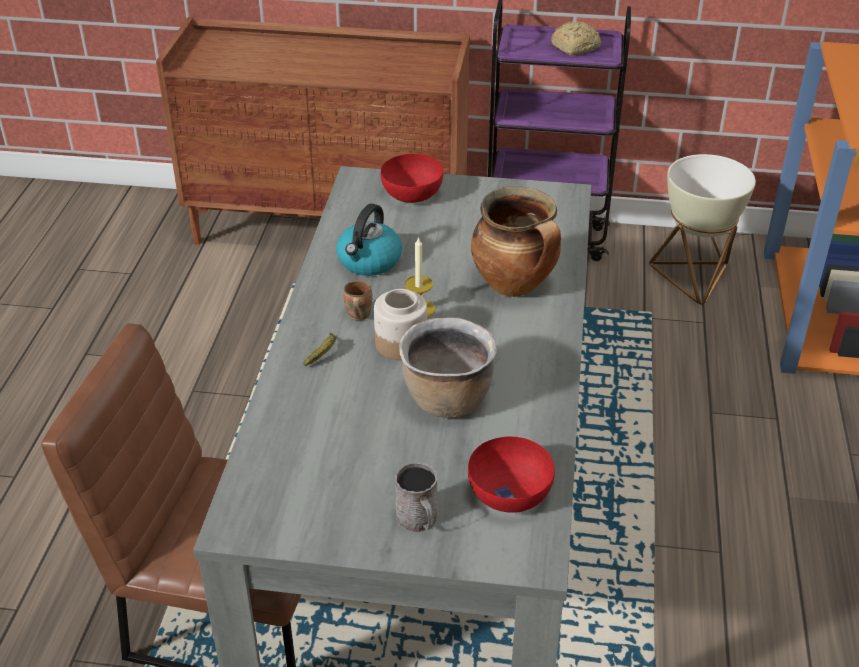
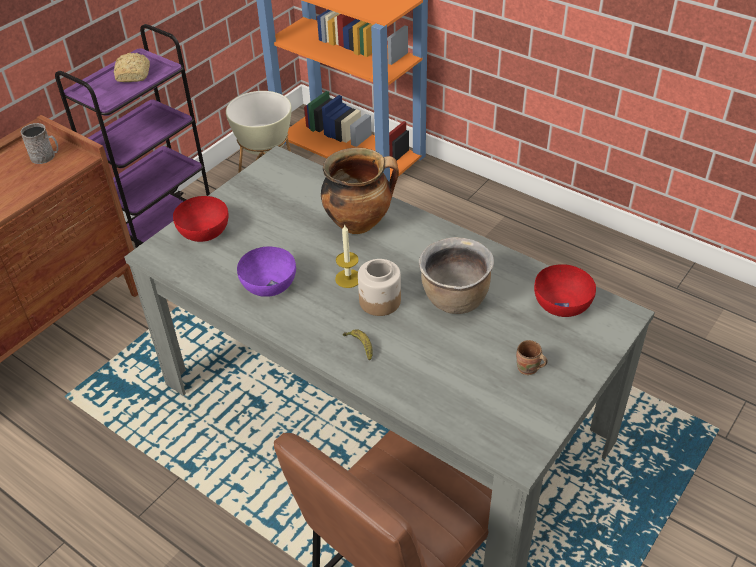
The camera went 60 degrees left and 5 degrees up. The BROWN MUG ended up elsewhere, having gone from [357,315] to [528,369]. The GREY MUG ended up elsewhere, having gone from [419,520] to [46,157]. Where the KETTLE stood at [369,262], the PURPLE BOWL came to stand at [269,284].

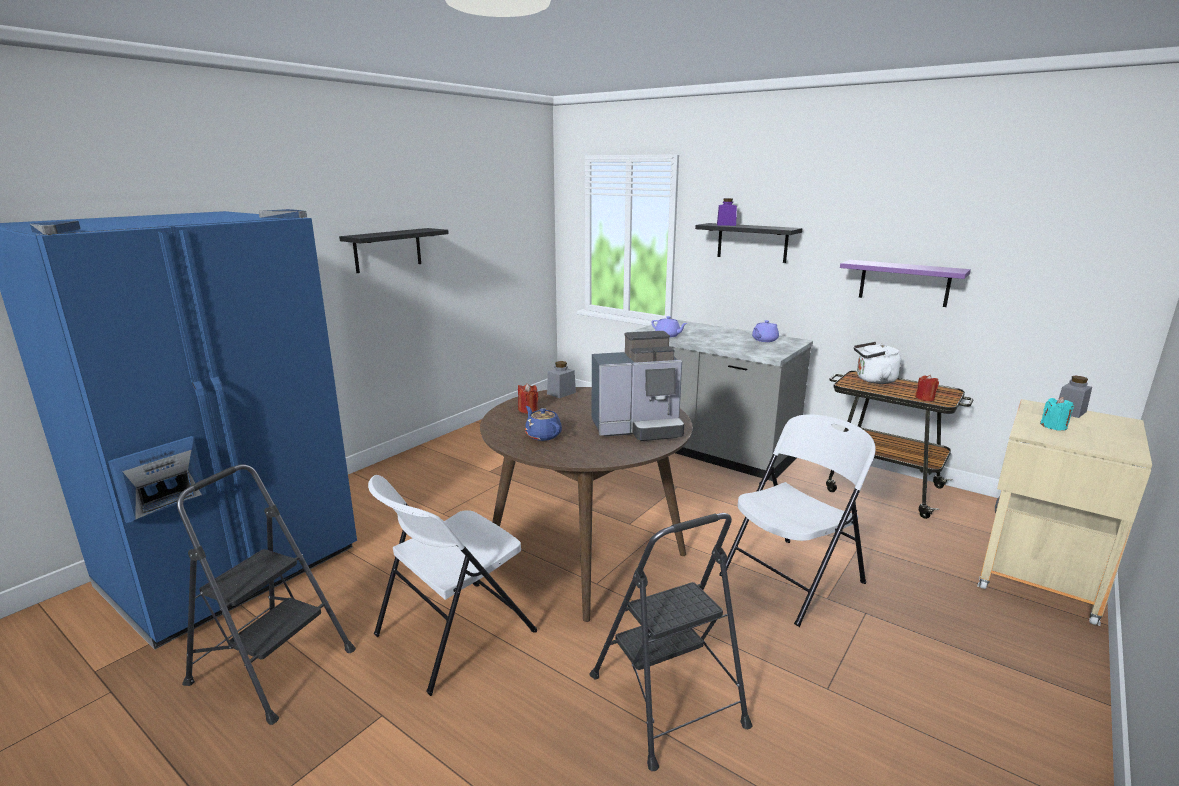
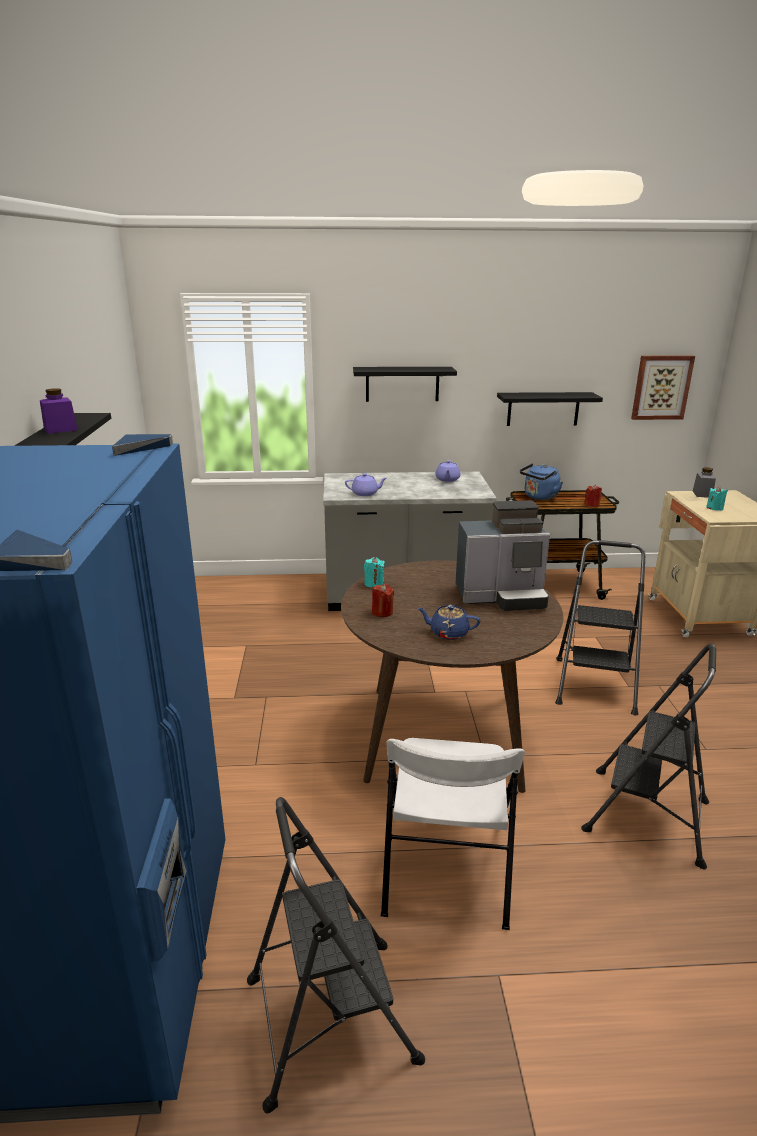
The camera went 40 degrees left and 5 degrees up. The second view gained the PICTURE at [661,387]. The PURPLE JAR ended up elsewhere, having gone from [726,224] to [60,429]. Where the GREY JAR stood at [561,393], the TURQUOISE CANDLE came to stand at [374,583]. Where the WHITE CHAIR stood at [792,579], the BLACK STEP LADDER came to stand at [594,682]. What was the PURPLE SHELF at [904,283] turned into the BLACK SHELF at [543,409]. What was the WHITE KETTLE at [873,380] turned into the BLUE KETTLE at [539,497]. The COFFEE MACHINE at [638,428] ended up facing another way, 45 degrees clockwise from before.

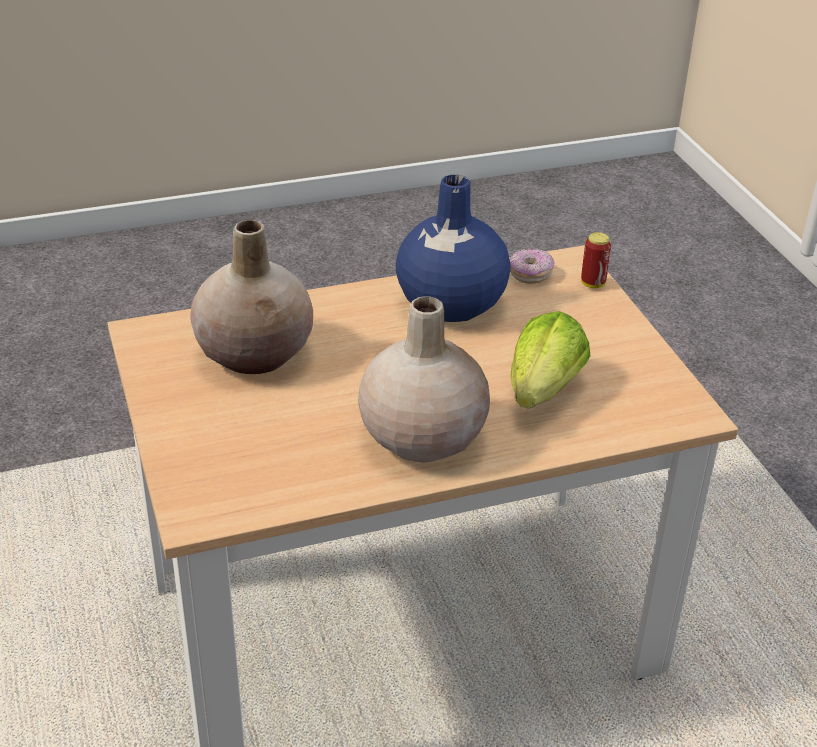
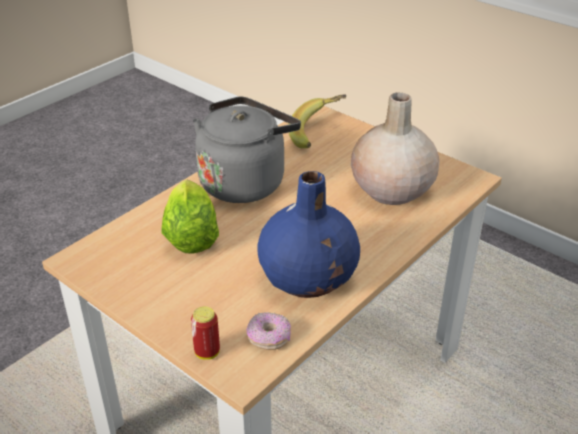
The camera went 150 degrees right and 0 degrees up. The second view gained the BANANA at [318,134]. Where the BEIGE VASE stood at [421,437], the GREY KETTLE came to stand at [245,182].

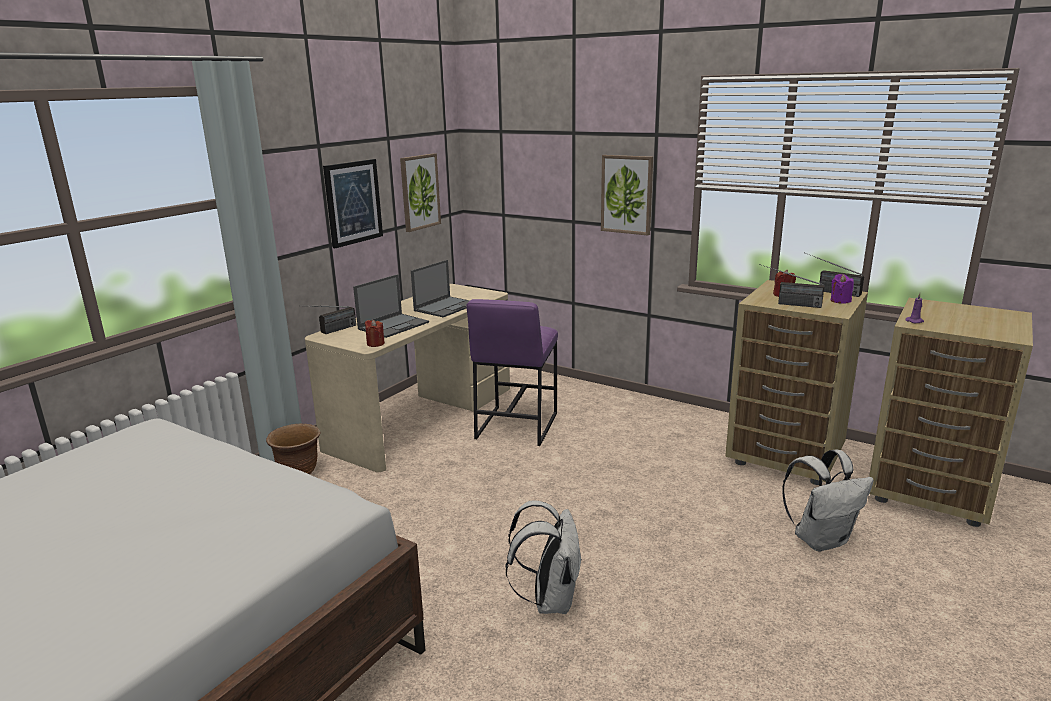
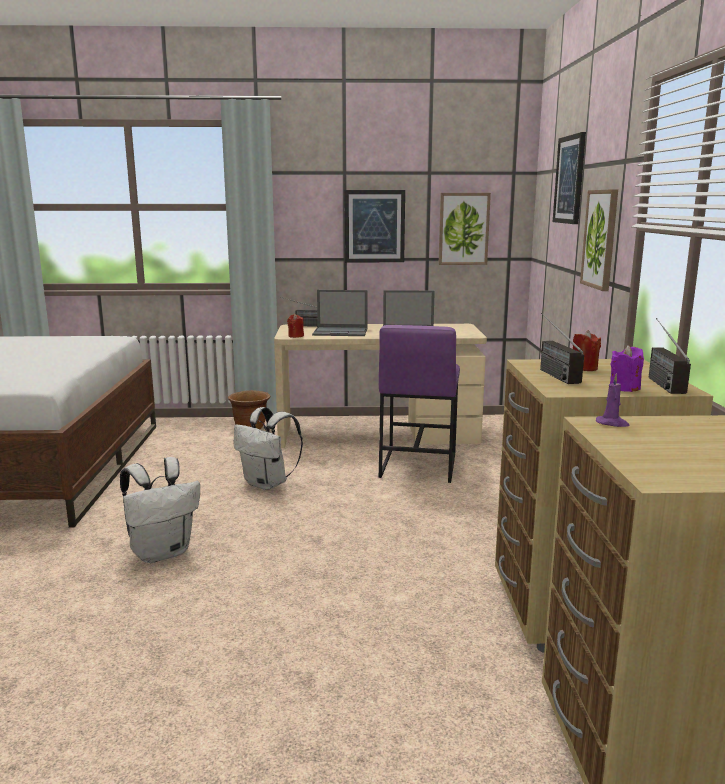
The camera went 55 degrees right and 5 degrees down. The second view gained the PICTURE at [570,179]. The WHITE BACKPACK ended up elsewhere, having gone from [821,539] to [268,484]. The PURPLE CHAIR at [516,426] ended up facing another way, 60 degrees counterclockwise from before.

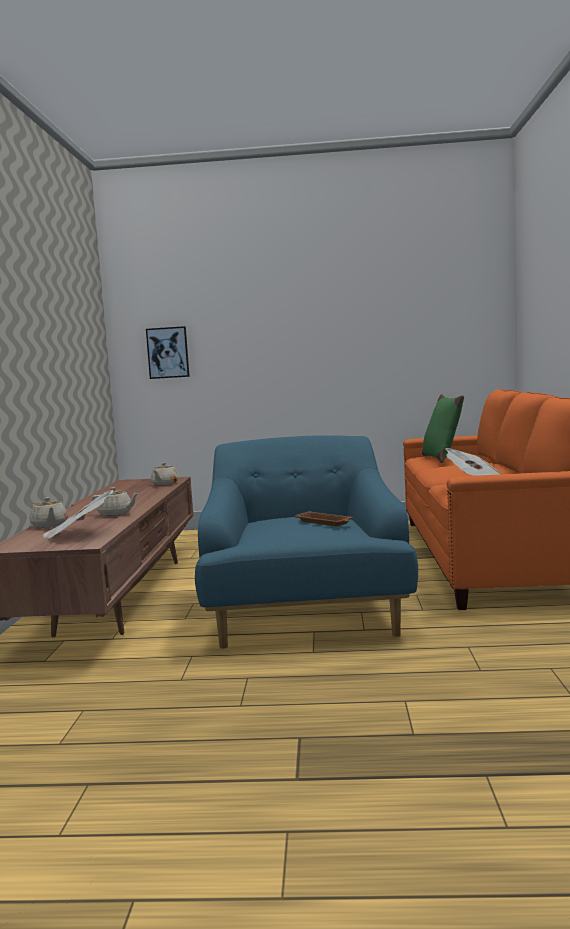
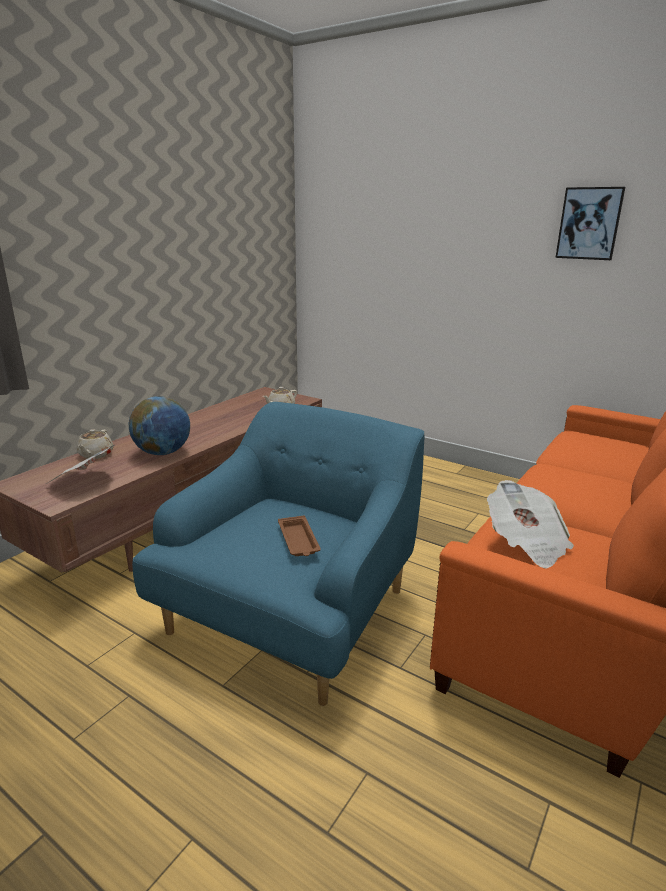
The camera went 30 degrees right and 15 degrees up. The second view lost the GREEN PILLOW at [441,458]. The PICTURE ended up elsewhere, having gone from [168,352] to [589,223]. Where the BEIGE TEAPOT stood at [116,514], the GLOBE came to stand at [163,452].

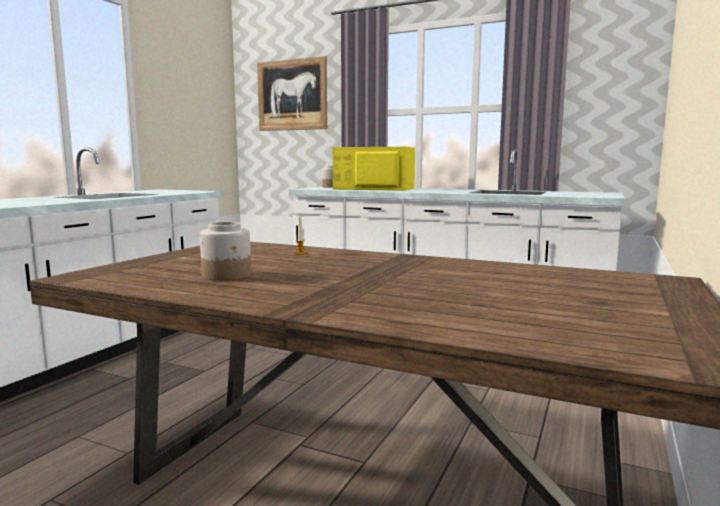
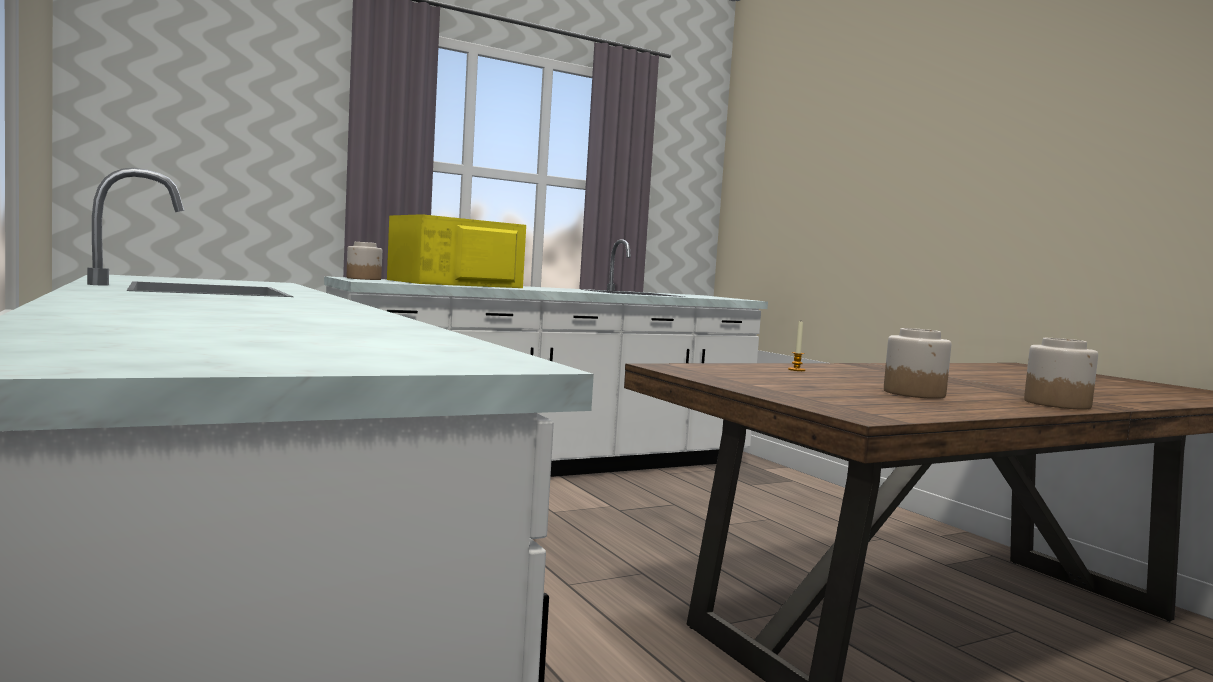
The camera went 55 degrees left and 5 degrees down. The second view lost the PICTURE at [292,95]. The second view gained the JAR at [1057,404].

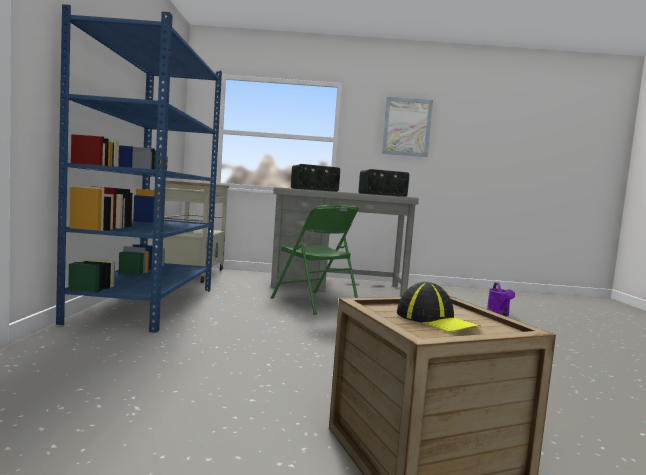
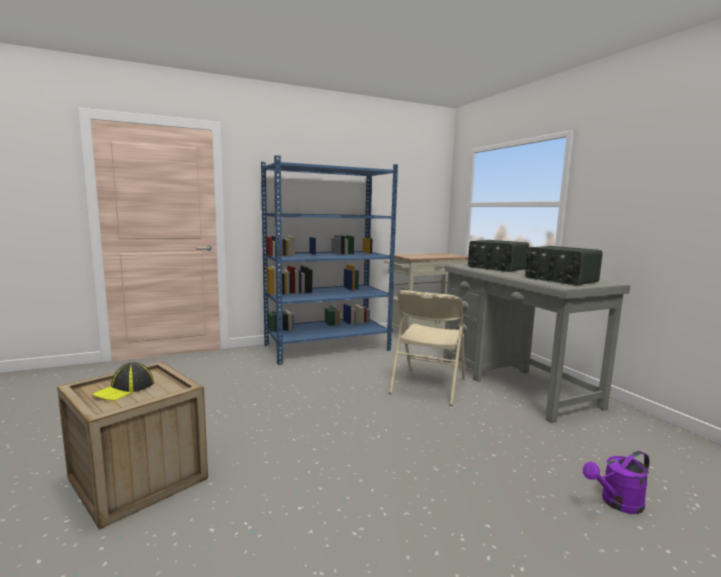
The camera went 65 degrees right and 5 degrees up. The second view lost the PICTURE at [406,127]. What was the GREEN CHAIR at [314,302] turned into the BEIGE CHAIR at [428,386].

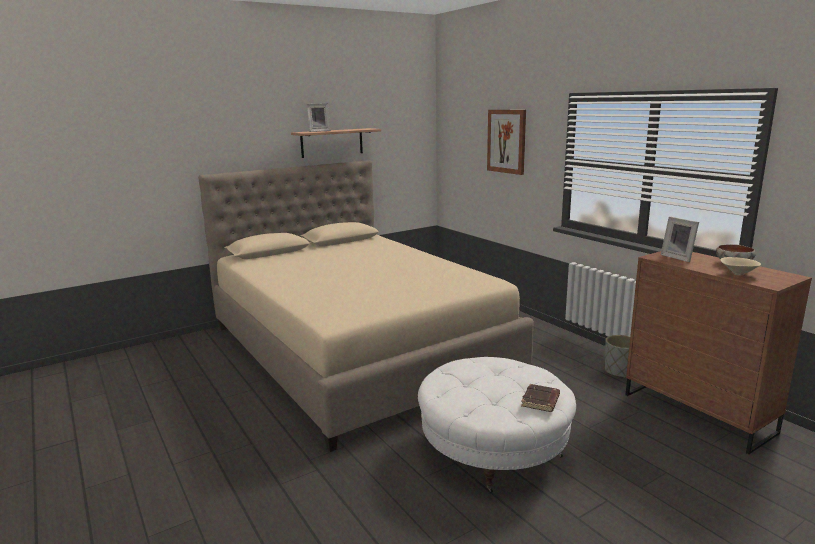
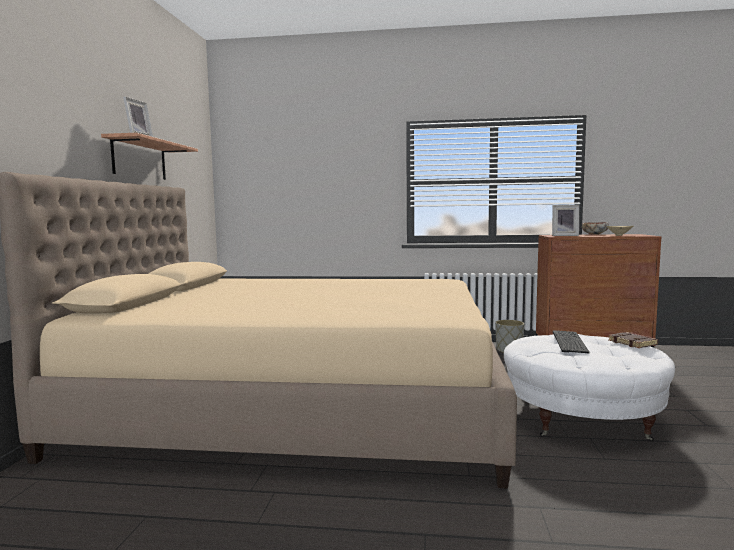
The camera went 50 degrees left and 10 degrees down. The second view lost the PICTURE at [506,141]. The second view gained the KEYBOARD at [567,341].

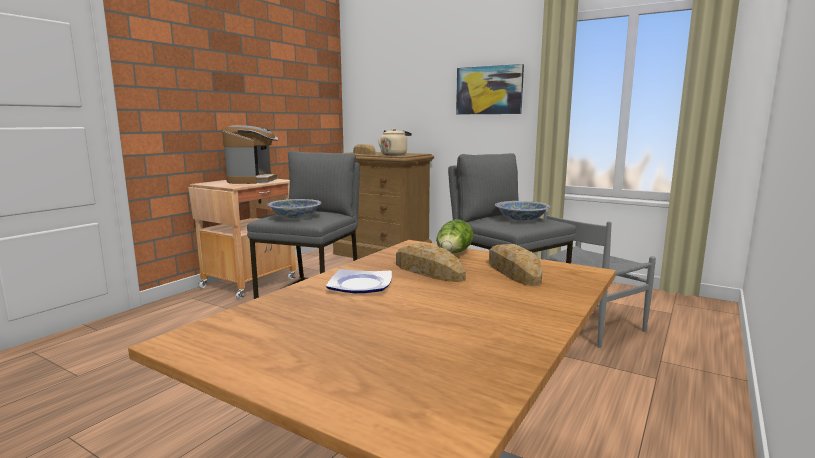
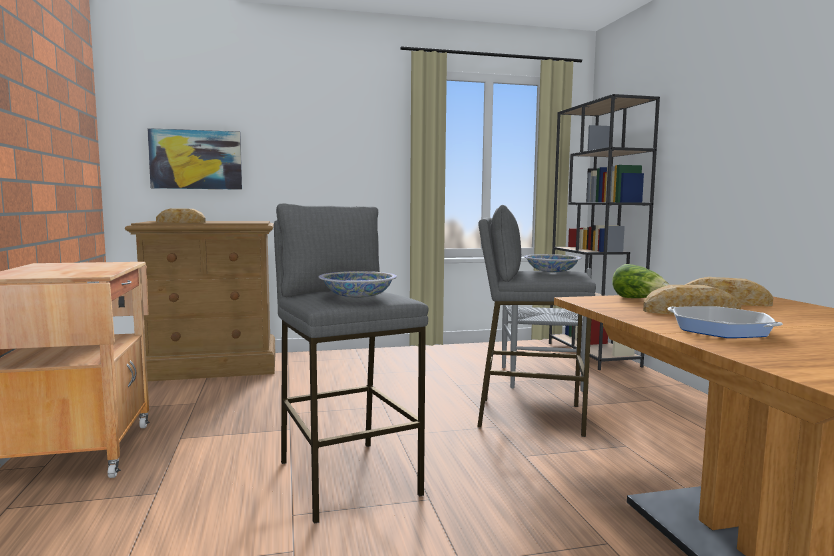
The camera went 45 degrees left and 5 degrees down. The second view lost the COFFEE MACHINE at [253,180]. The second view lost the BEIGE KETTLE at [394,155]. The second view gained the BOOKCASE at [593,354]. The PICTURE ended up elsewhere, having gone from [489,90] to [196,159]. Where the PLATE stood at [361,286], the FRYING PAN came to stand at [720,329].

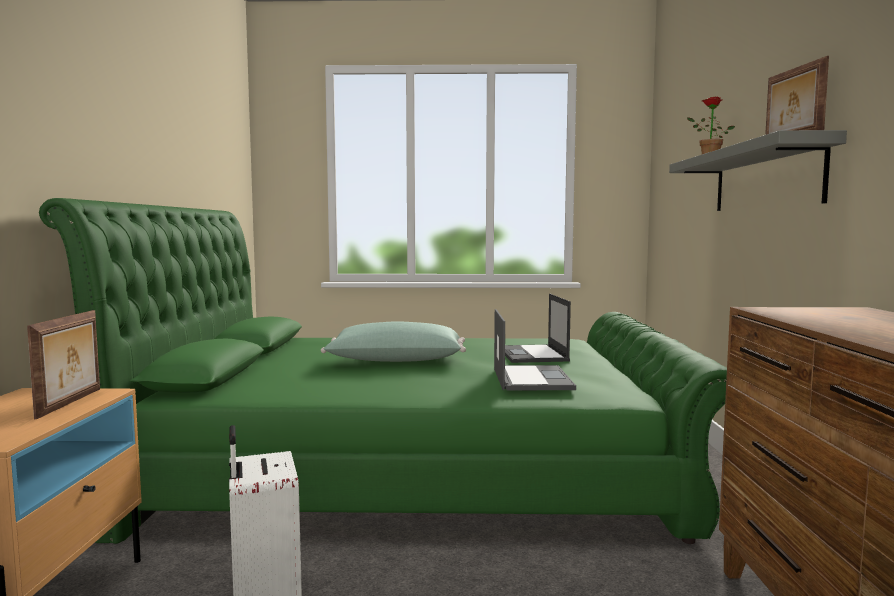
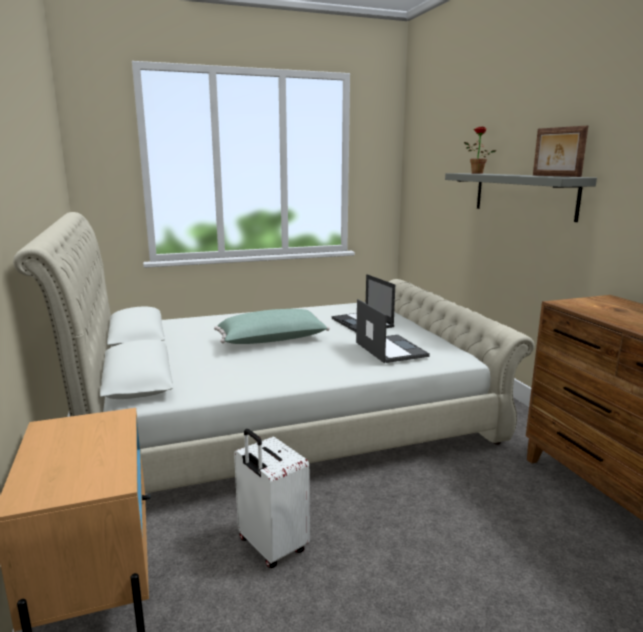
The camera went 20 degrees left and 10 degrees up. The second view lost the PICTURE FRAME at [72,403]. What was the GREEN BED at [411,464] turned into the BEIGE BED at [283,415].

